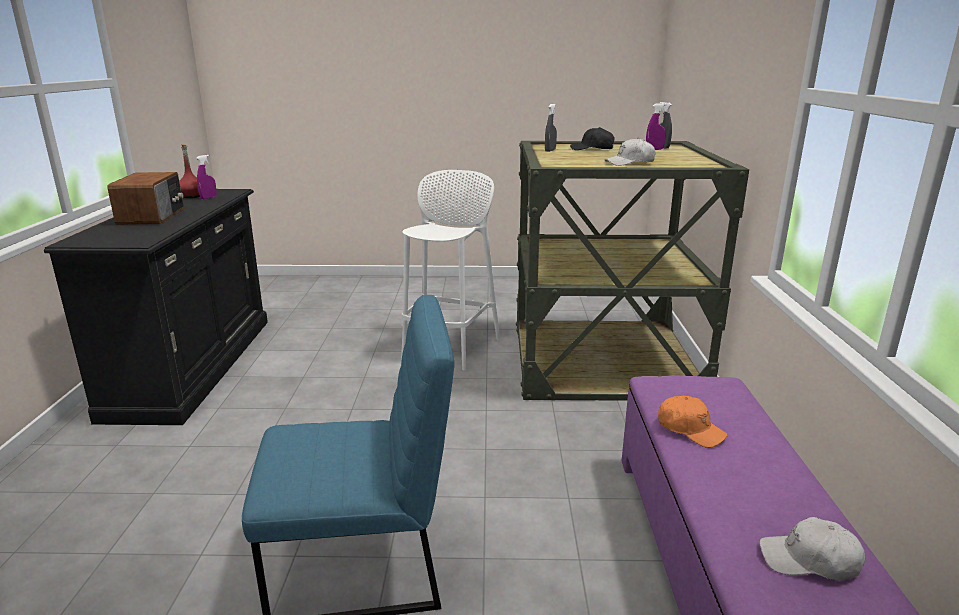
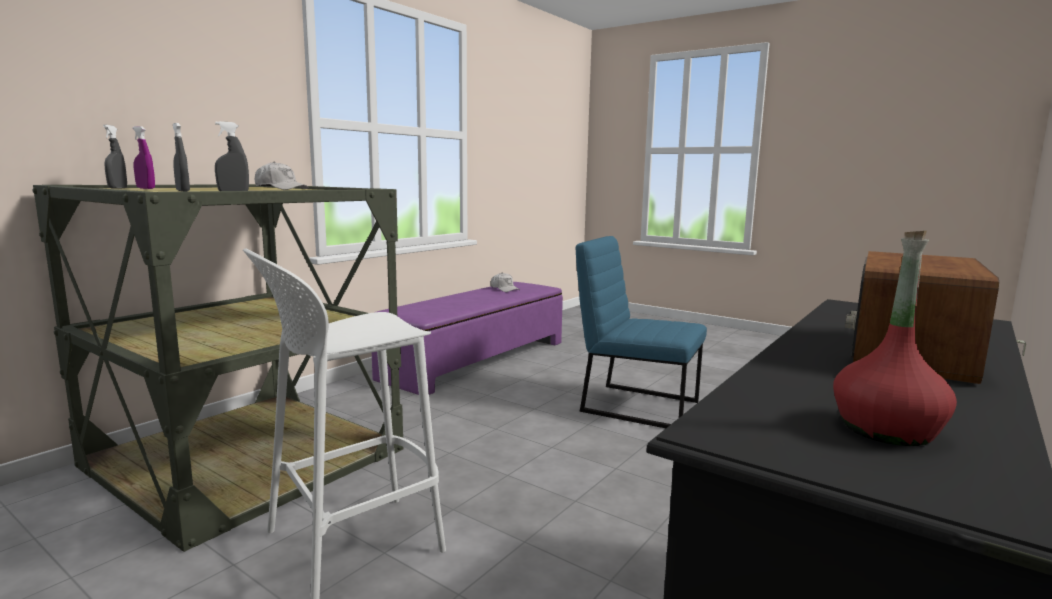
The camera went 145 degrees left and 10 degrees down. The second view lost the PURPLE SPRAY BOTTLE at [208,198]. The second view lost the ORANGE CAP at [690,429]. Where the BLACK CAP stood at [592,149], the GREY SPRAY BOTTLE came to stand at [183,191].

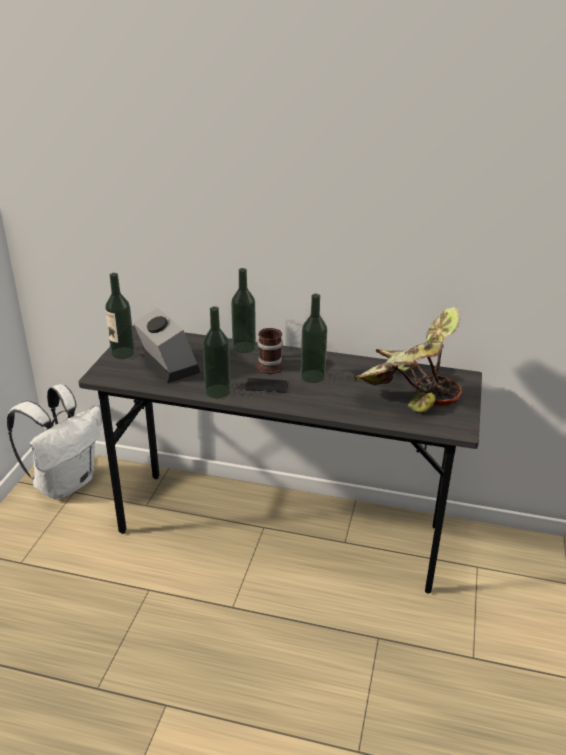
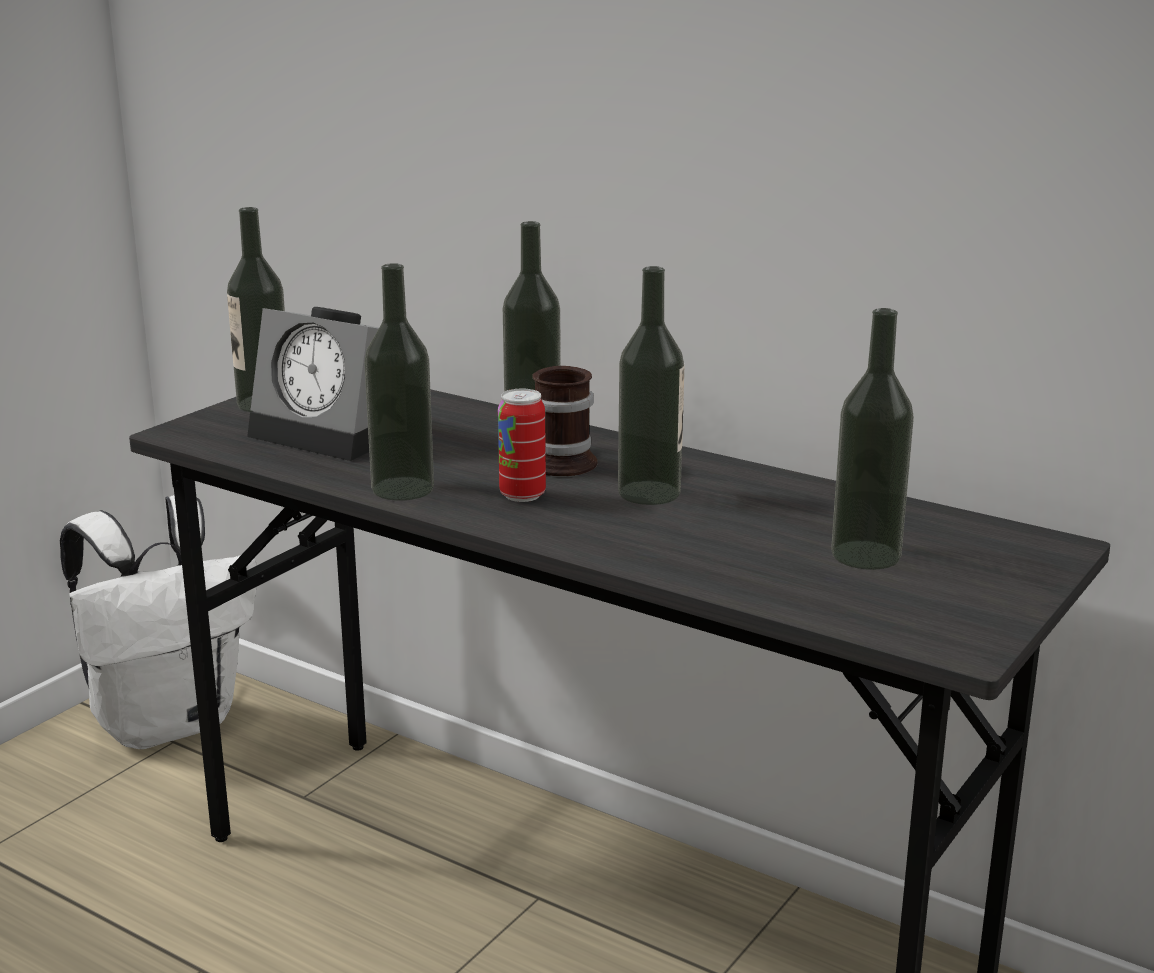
The camera went 20 degrees right and 10 degrees down. Where the PHONE stood at [266,386], the CAN came to stand at [522,495]. Where the POTTED PLANT stood at [406,393], the BOTTLE came to stand at [865,555]. The ALARM CLOCK at [167,365] ended up facing another way, 135 degrees clockwise from before.

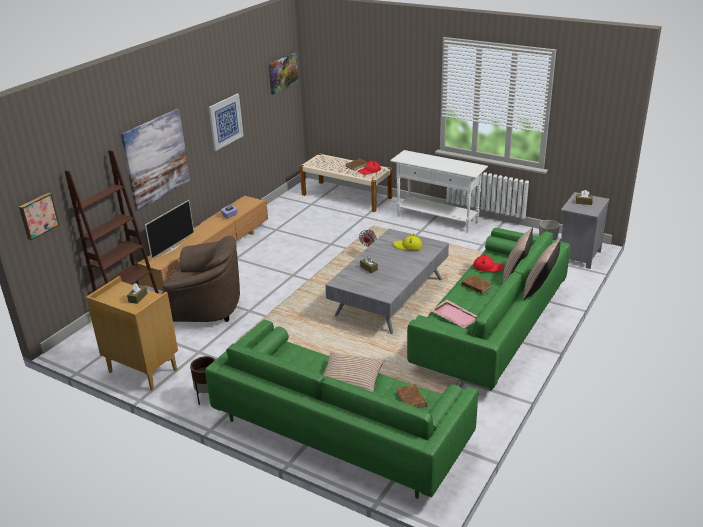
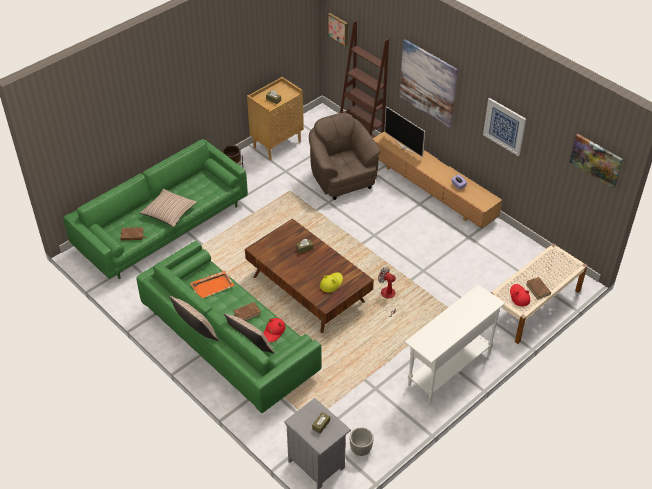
The camera went 105 degrees right and 15 degrees up. What was the GREY COFFEE TABLE at [389,297] turned into the BROWN COFFEE TABLE at [309,289]. What was the PINK TRAY at [455,315] turned into the ORANGE TRAY at [212,285]. The BROWN ARMCHAIR at [205,309] ended up facing another way, 135 degrees clockwise from before.

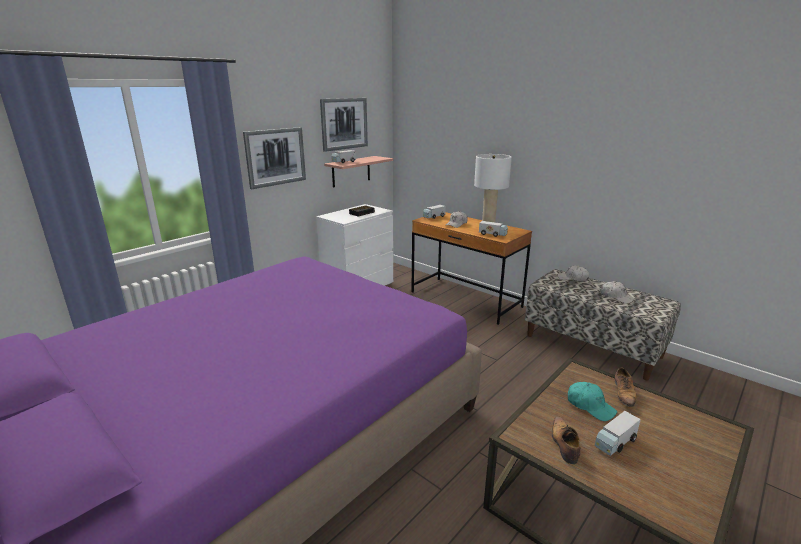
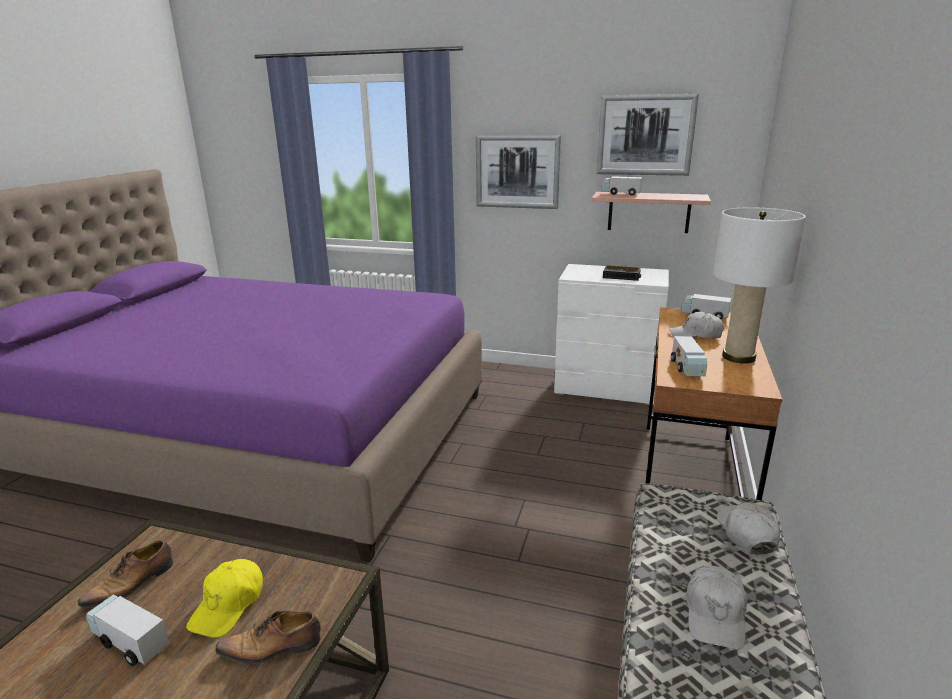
The camera went 65 degrees right and 0 degrees up. What was the TURQUOISE CAP at [590,406] turned into the YELLOW CAP at [229,605]. The SHOE at [564,444] ended up facing another way, 150 degrees clockwise from before.

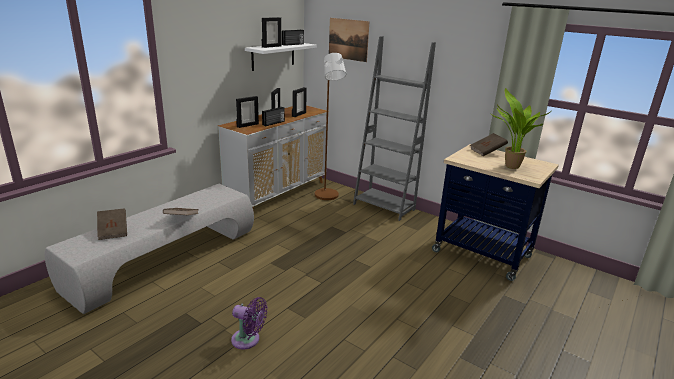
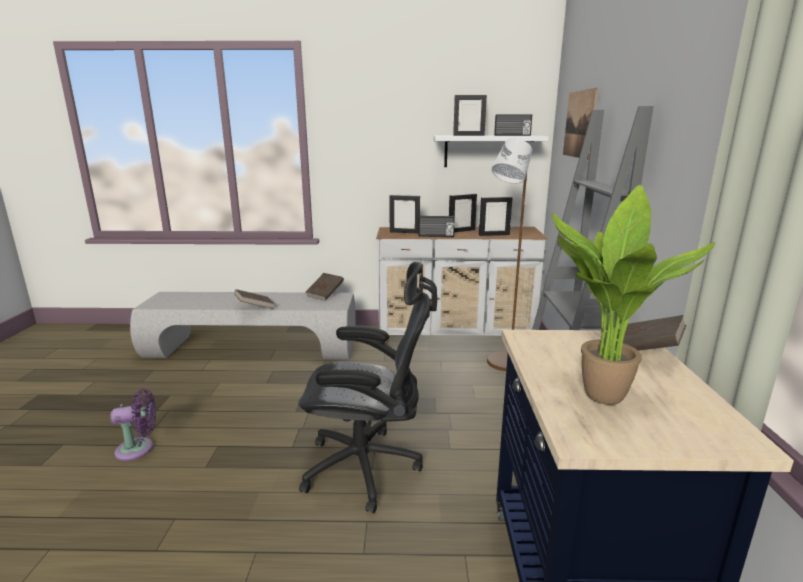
The camera went 55 degrees right and 5 degrees down. The second view gained the OFFICE CHAIR at [367,467]. The BROWN BOOK ended up elsewhere, having gone from [113,231] to [325,294]. The PURPLE FAN at [248,340] ended up facing another way, 90 degrees counterclockwise from before.

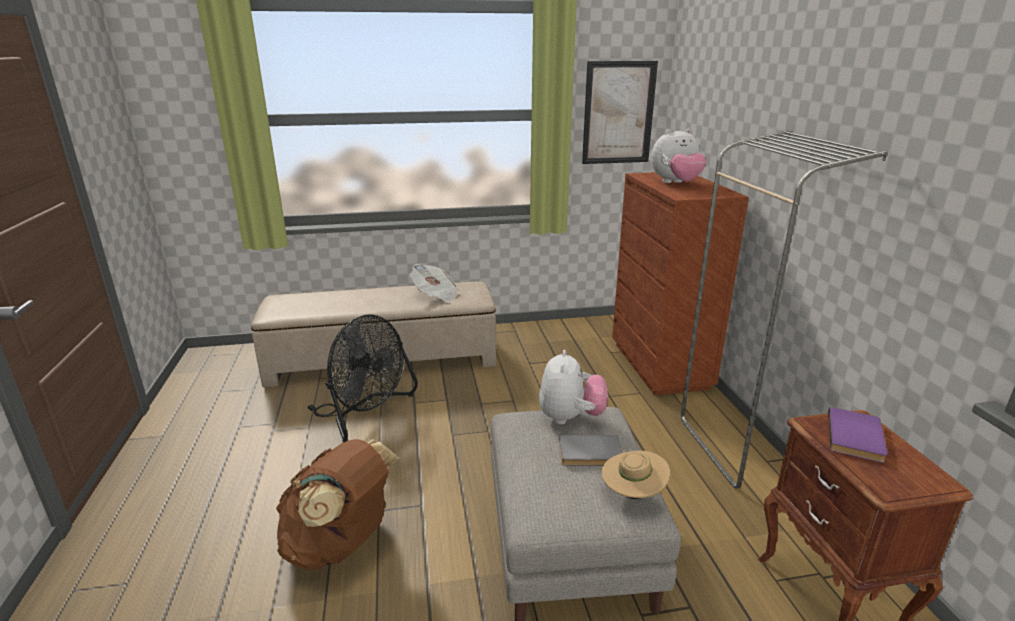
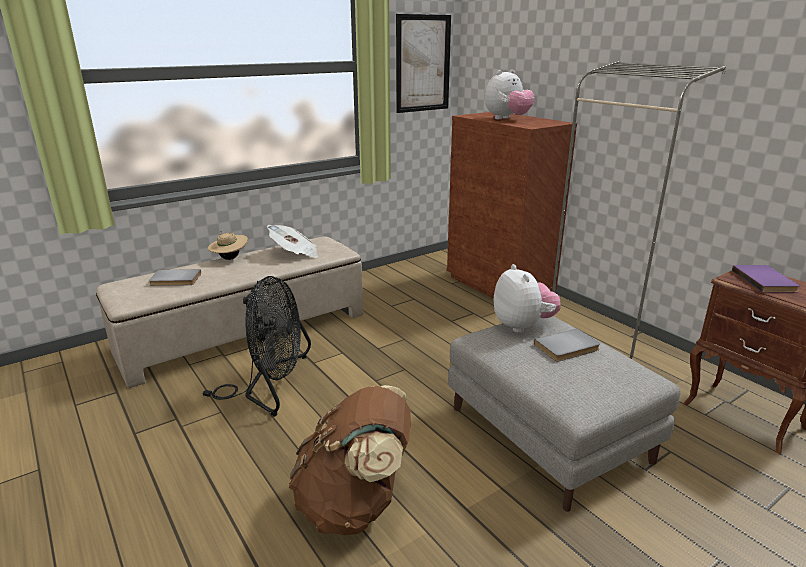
The camera went 25 degrees left and 0 degrees up. The second view gained the GREY BOOK at [175,280]. The BEIGE HAT ended up elsewhere, having gone from [632,493] to [229,258].

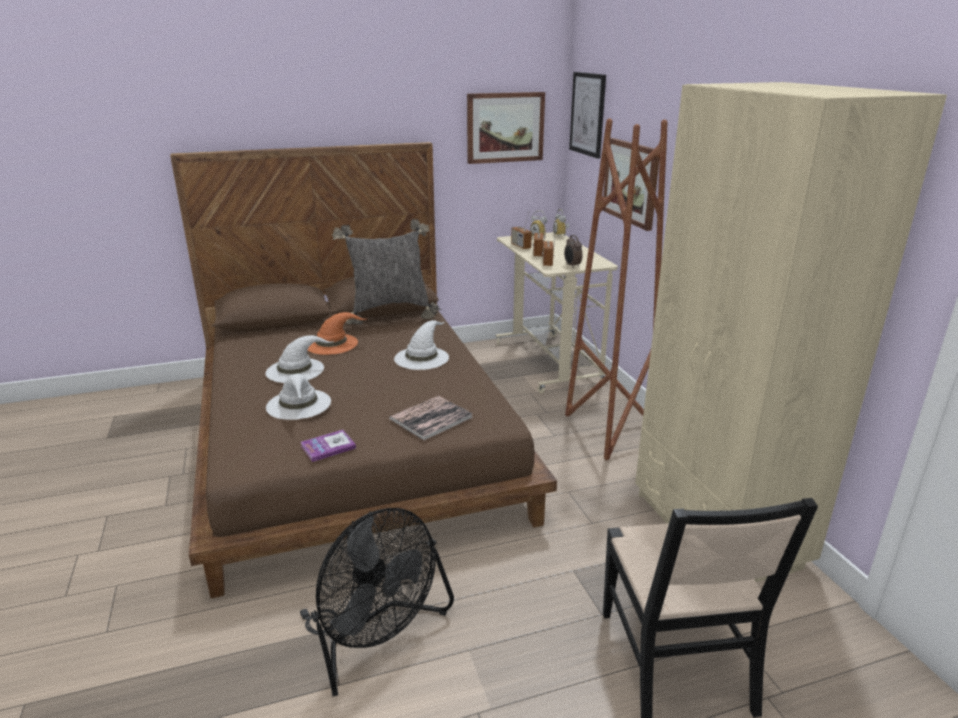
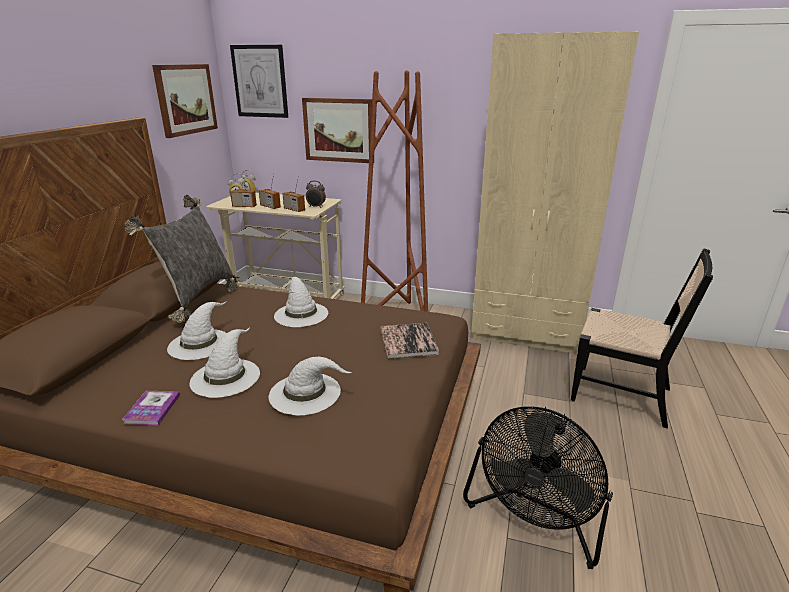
The camera went 55 degrees left and 0 degrees up. The BOOK ended up elsewhere, having gone from [328,447] to [152,409]. What was the ORANGE HAT at [332,343] turned into the WHITE HAT at [200,343]. The BLACK FAN at [371,638] ended up facing another way, 135 degrees clockwise from before.

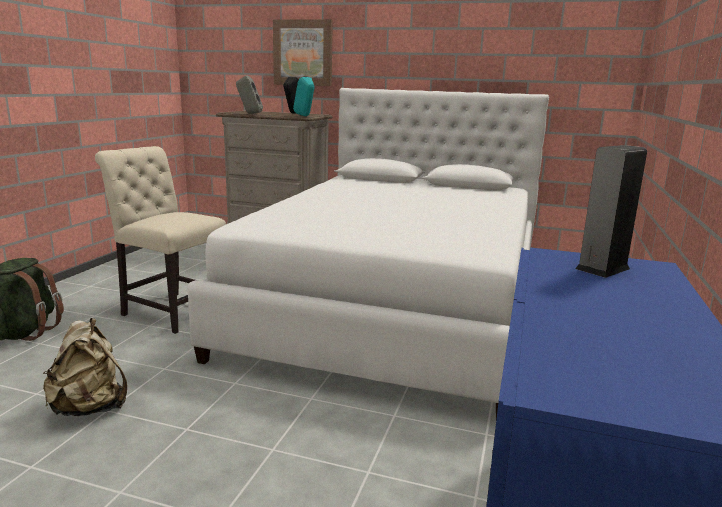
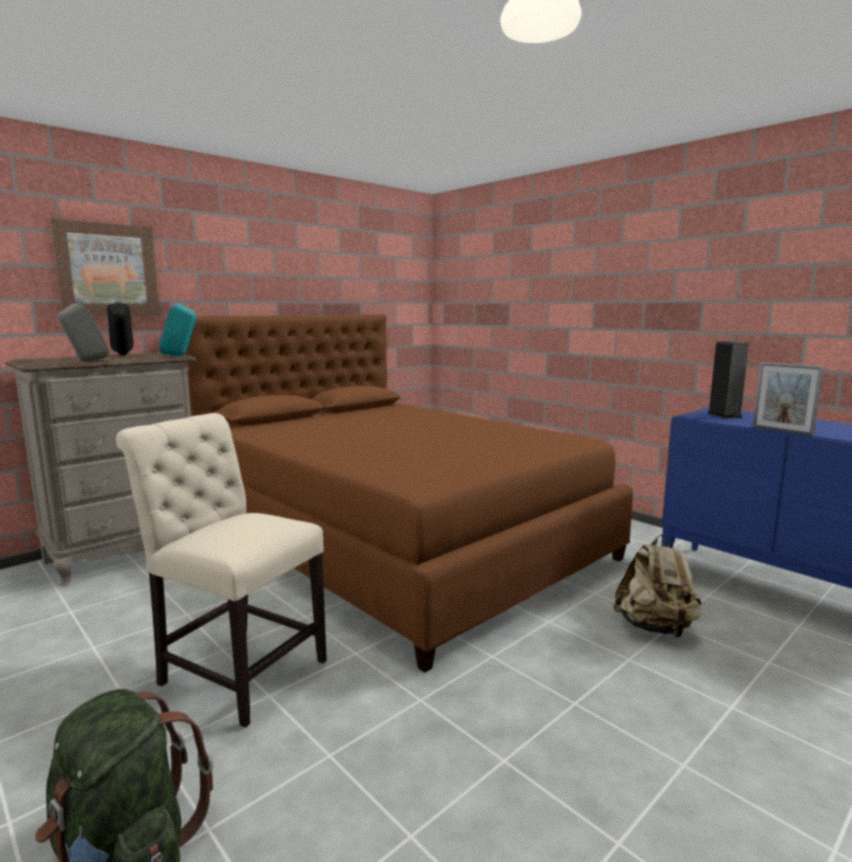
The camera went 60 degrees left and 5 degrees down. The second view gained the PICTURE FRAME at [782,431]. The BEIGE BACKPACK ended up elsewhere, having gone from [90,408] to [655,627]. What was the WHITE BED at [396,306] turned into the BROWN BED at [394,539]. The BEIGE CHAIR at [171,310] ended up facing another way, 60 degrees clockwise from before.

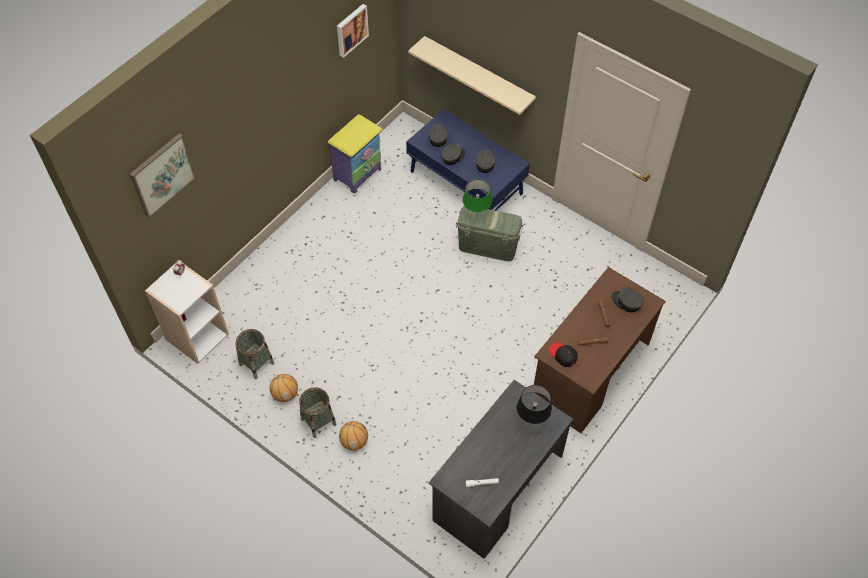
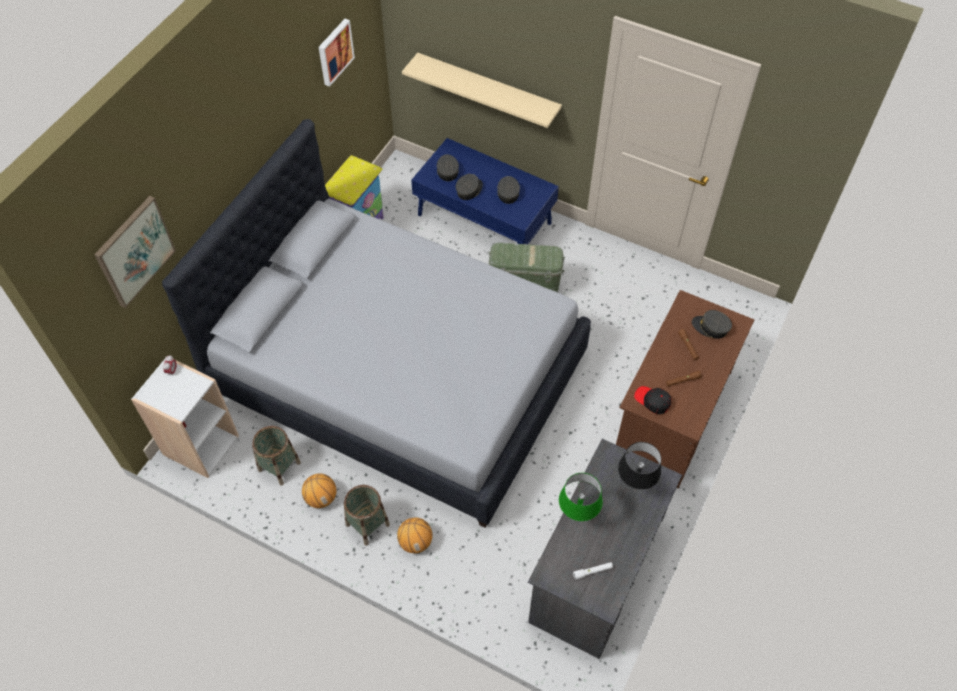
The camera went 10 degrees left and 0 degrees up. The second view gained the GREY BED at [398,373]. The GREEN TABLE LAMP ended up elsewhere, having gone from [476,216] to [576,516].

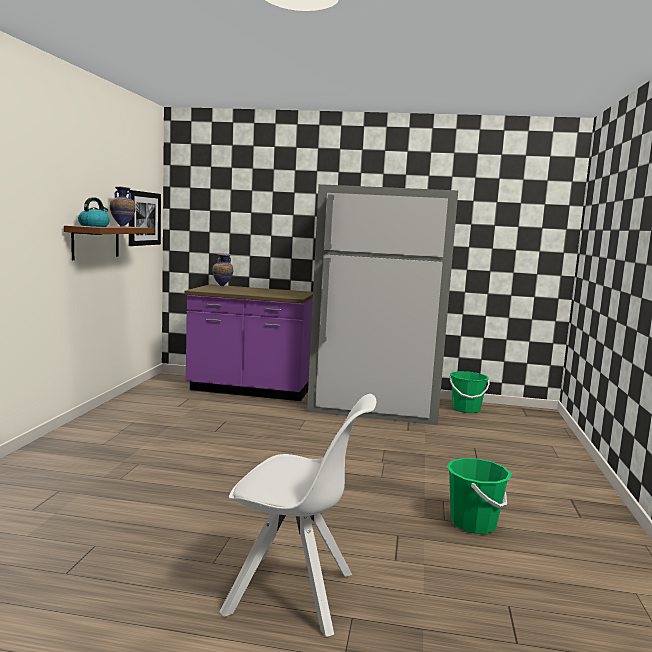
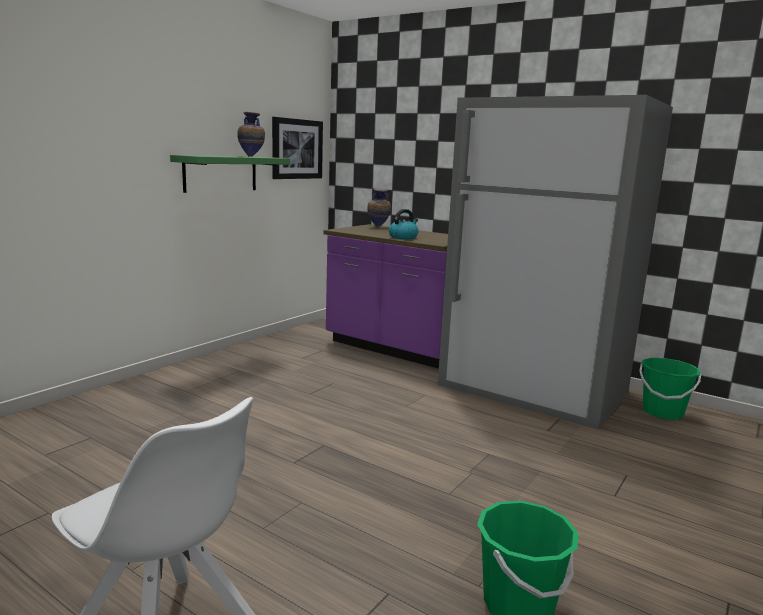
The camera went 25 degrees right and 5 degrees up. The KETTLE ended up elsewhere, having gone from [94,226] to [403,237]. What was the BROWN SHELF at [96,242] turned into the GREEN SHELF at [220,173].

